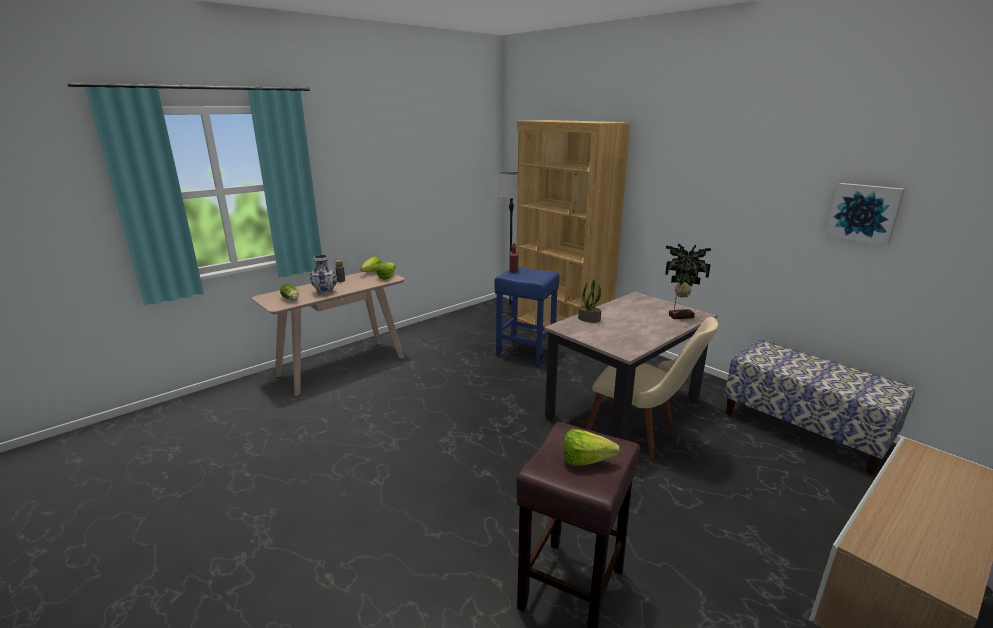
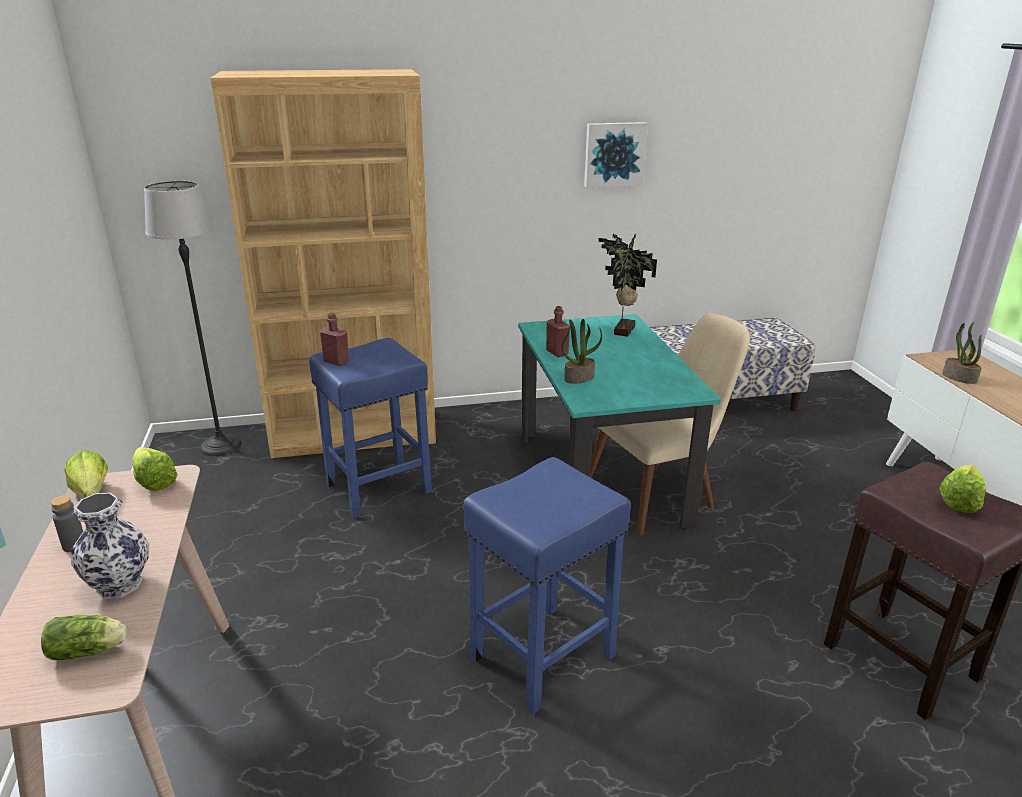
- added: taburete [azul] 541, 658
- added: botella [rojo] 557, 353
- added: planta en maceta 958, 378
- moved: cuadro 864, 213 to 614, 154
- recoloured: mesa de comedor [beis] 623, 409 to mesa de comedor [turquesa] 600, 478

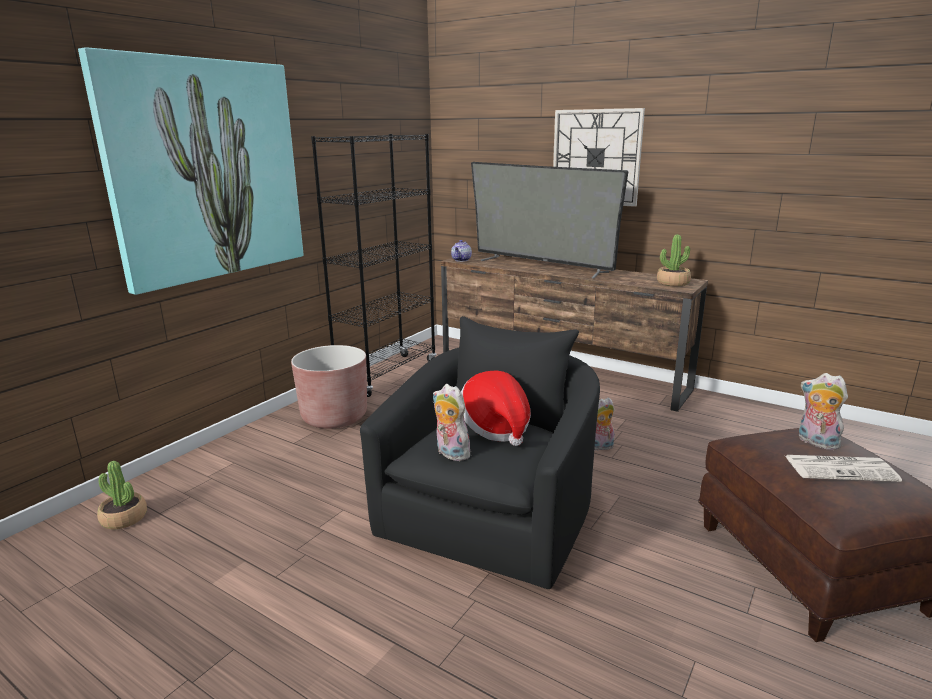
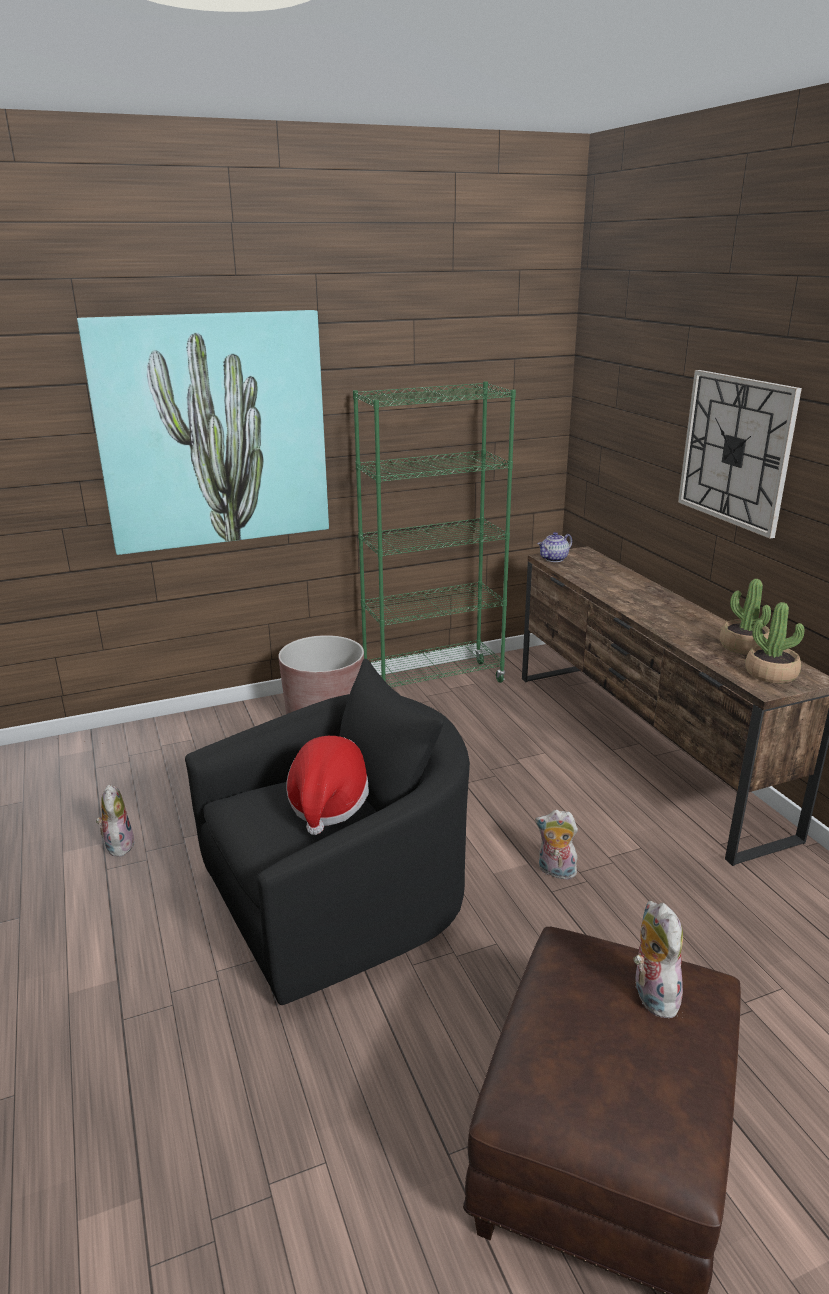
- removed: televisor 541, 266
- removed: periódico 841, 469
- moved: planta en maceta 124, 518 to 743, 646
- moved: peluche 450, 453 to 118, 845
- recoloured: estantería [negro] 387, 375 to estantería [verde] 433, 683

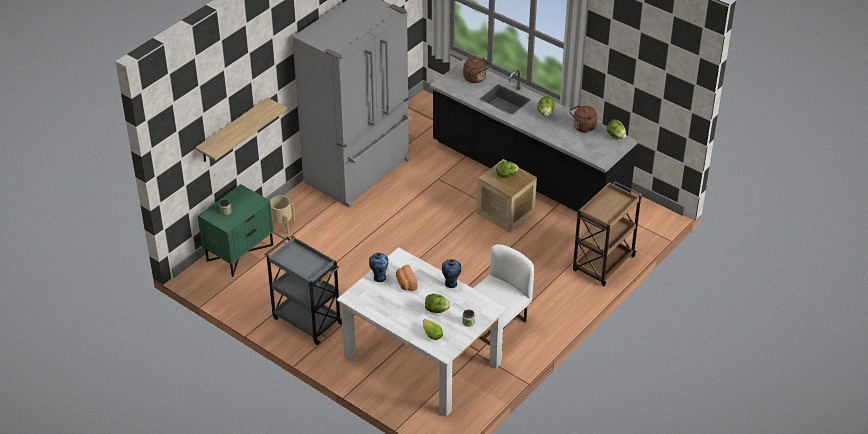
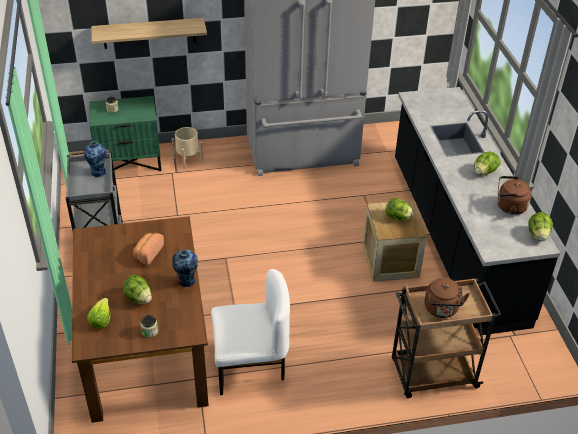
- moved: florero 379, 277 to 98, 172
- moved: hervidor [marrón] 476, 78 to 441, 310
- recoloured: mesa de comedor [blanco] 421, 358 to mesa de comedor [marrón] 144, 347

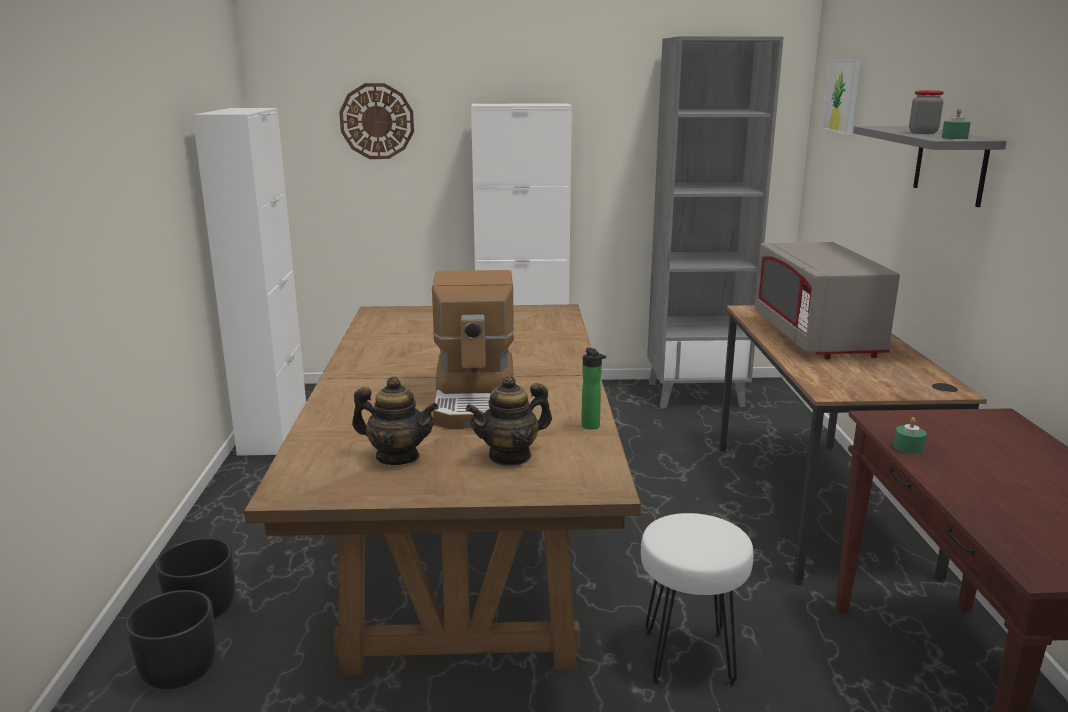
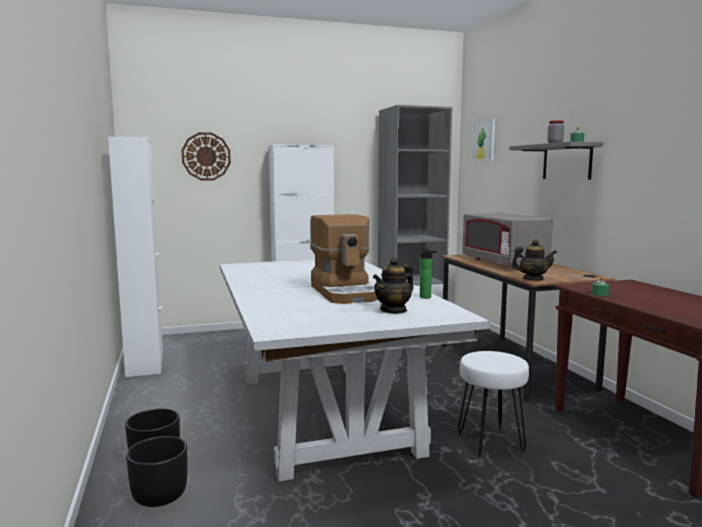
- moved: tetera 397, 457 to 532, 279
- recoloured: mesa de comedor [marrón] 466, 560 to mesa de comedor [blanco] 324, 413

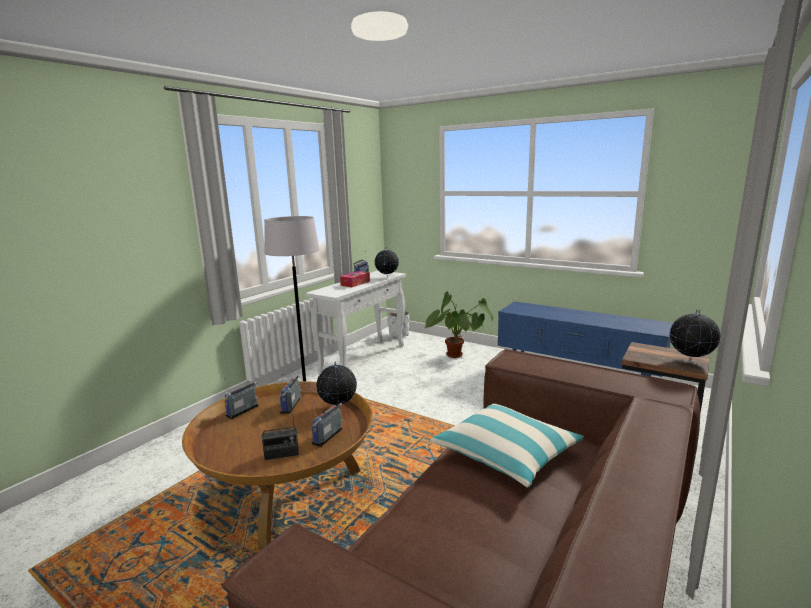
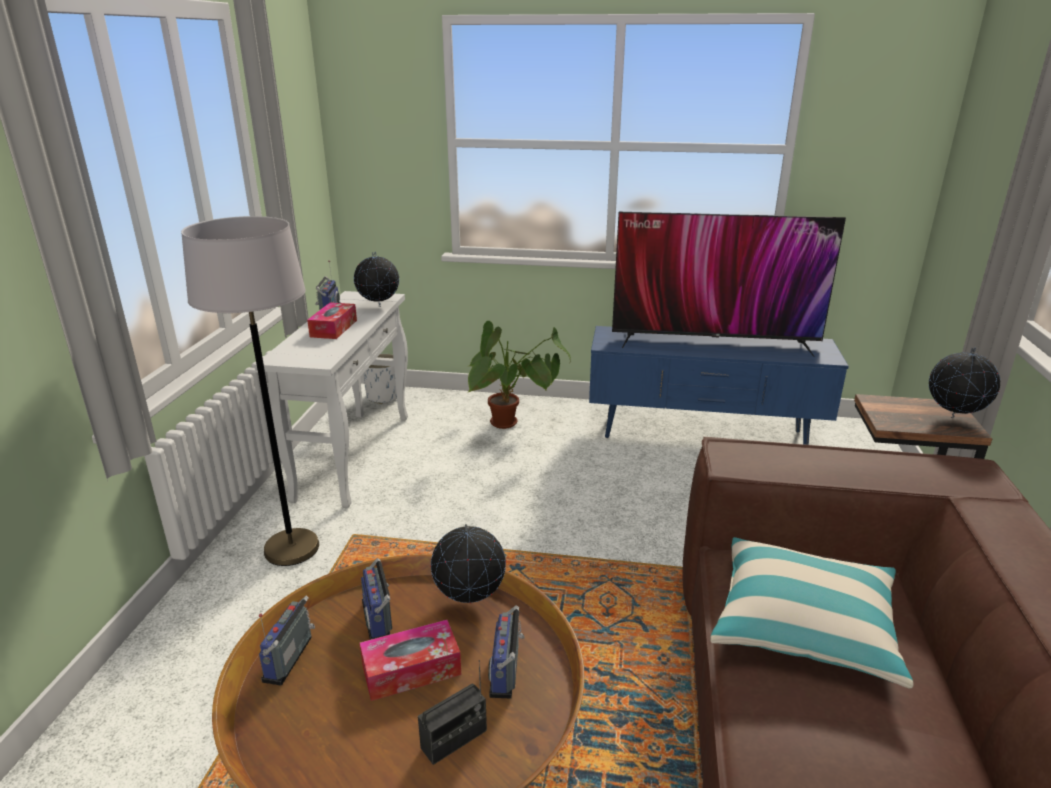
- added: caja de pañuelos 411, 670
- added: televisor 714, 342

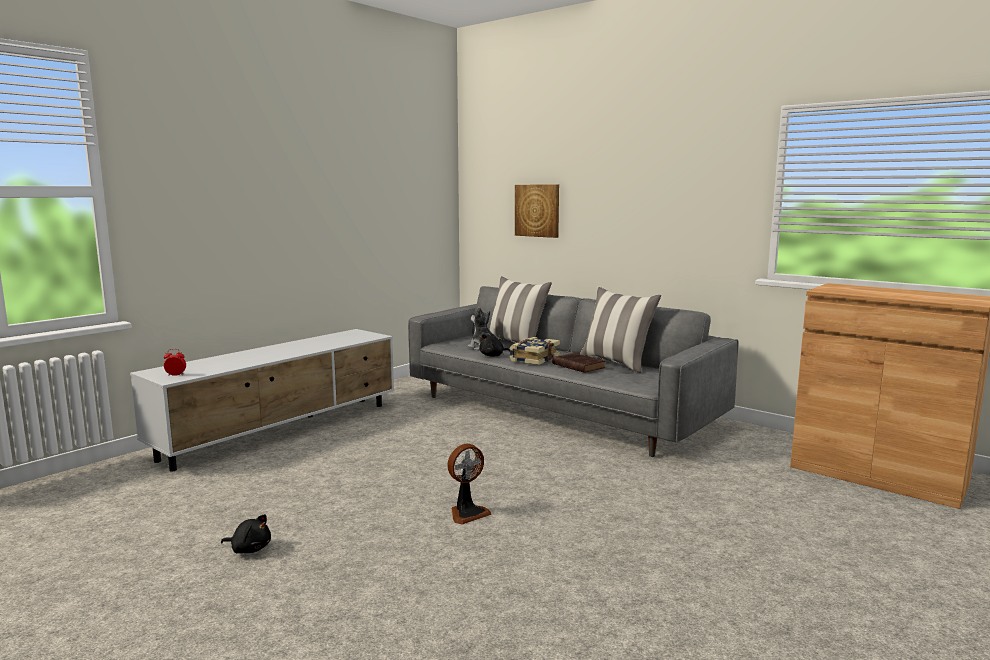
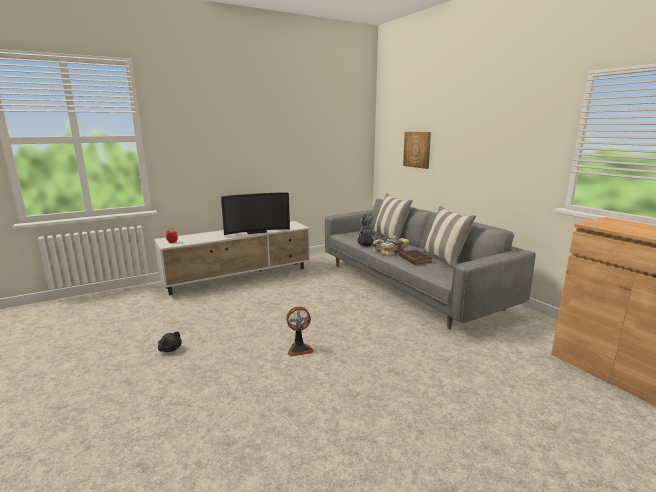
- added: televisor 256, 232

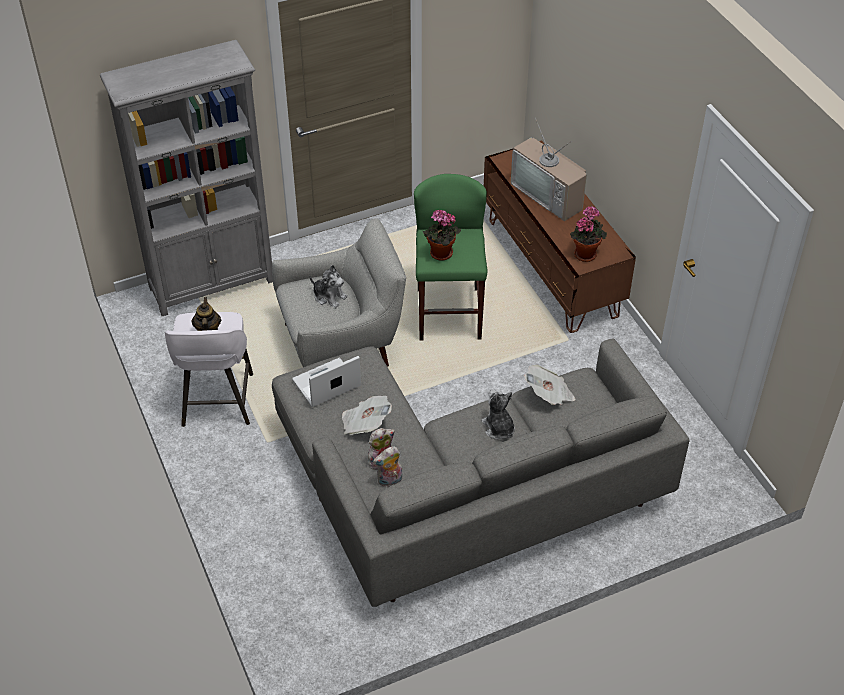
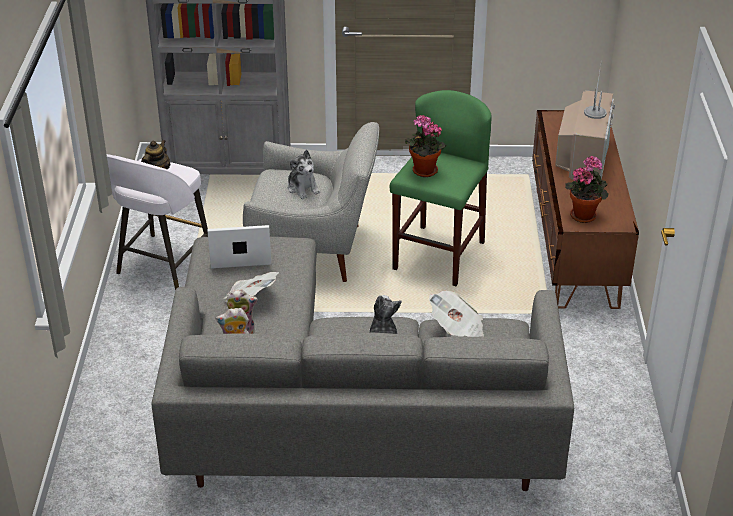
- turned: televisor 550, 194 = 583, 156 150 degrees counterclockwise

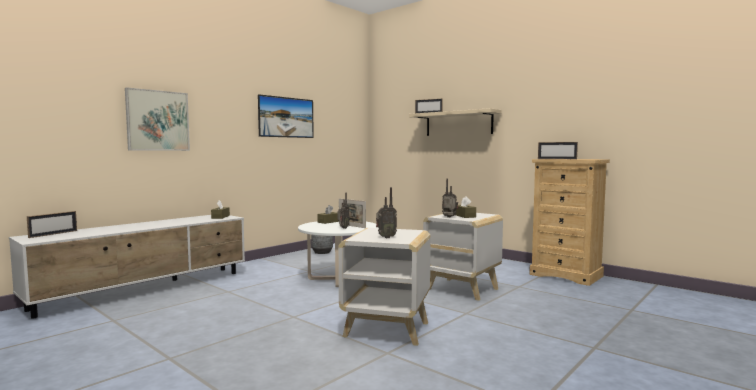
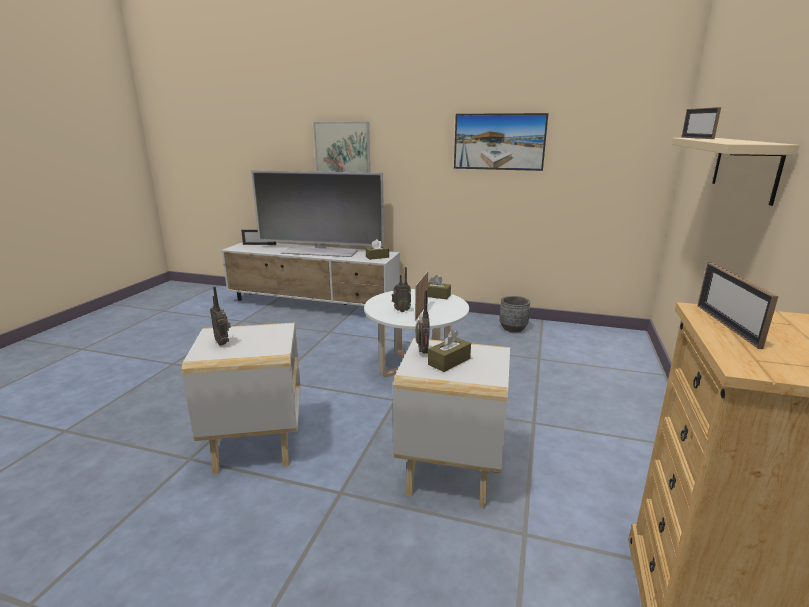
- added: televisor 319, 252

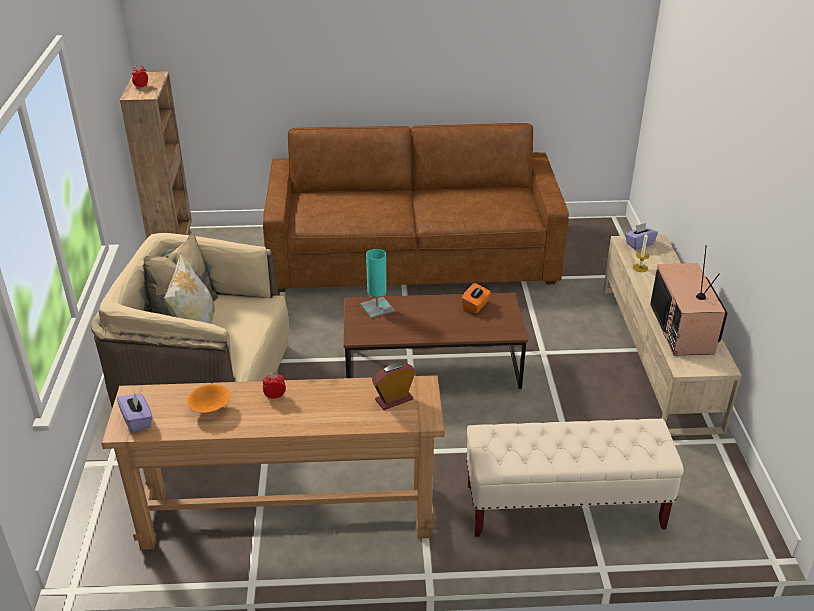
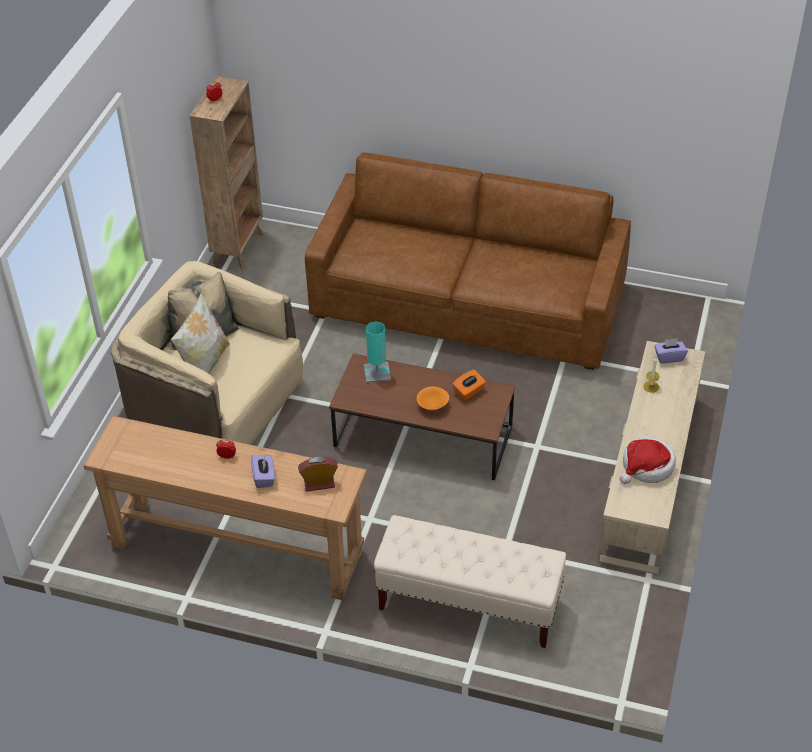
- moved: caja de pañuelos [morado] 137, 420 to 264, 477
- moved: cuenco [naranja] 211, 409 to 433, 406
- replaced: televisor 683, 329 to sombrero 646, 467

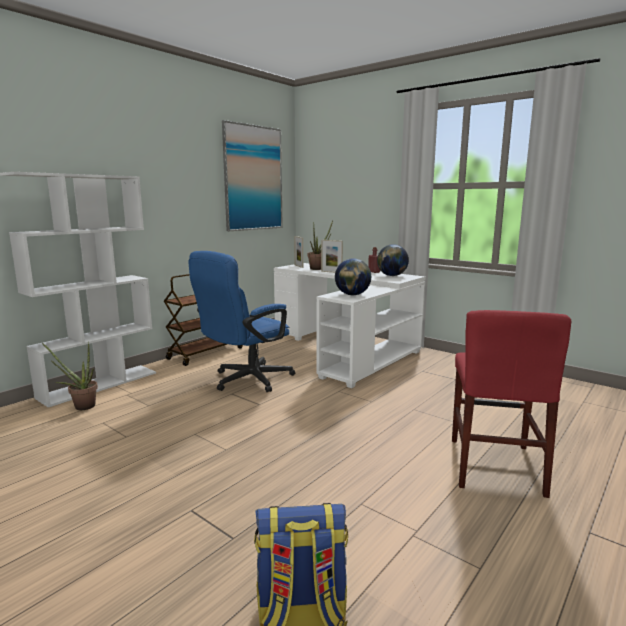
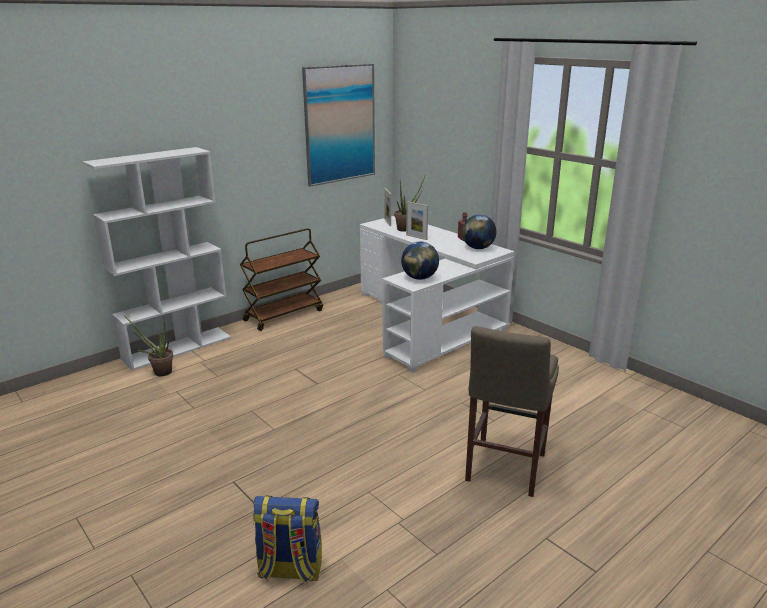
- removed: silla de oficina [azul] 246, 381
- replaced: silla [rojo] 494, 465 to taburete [beis] 504, 470

